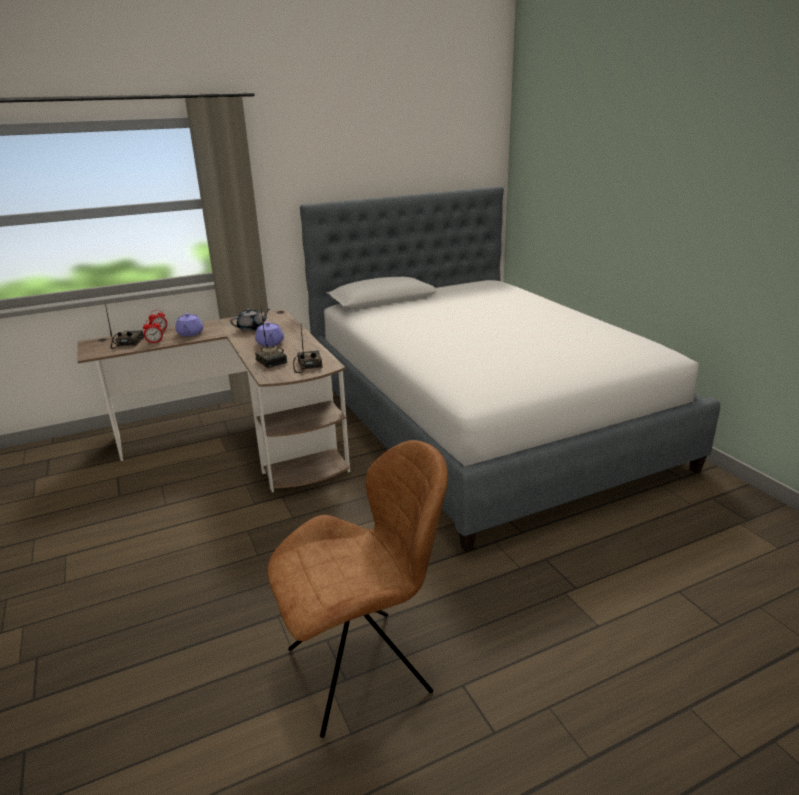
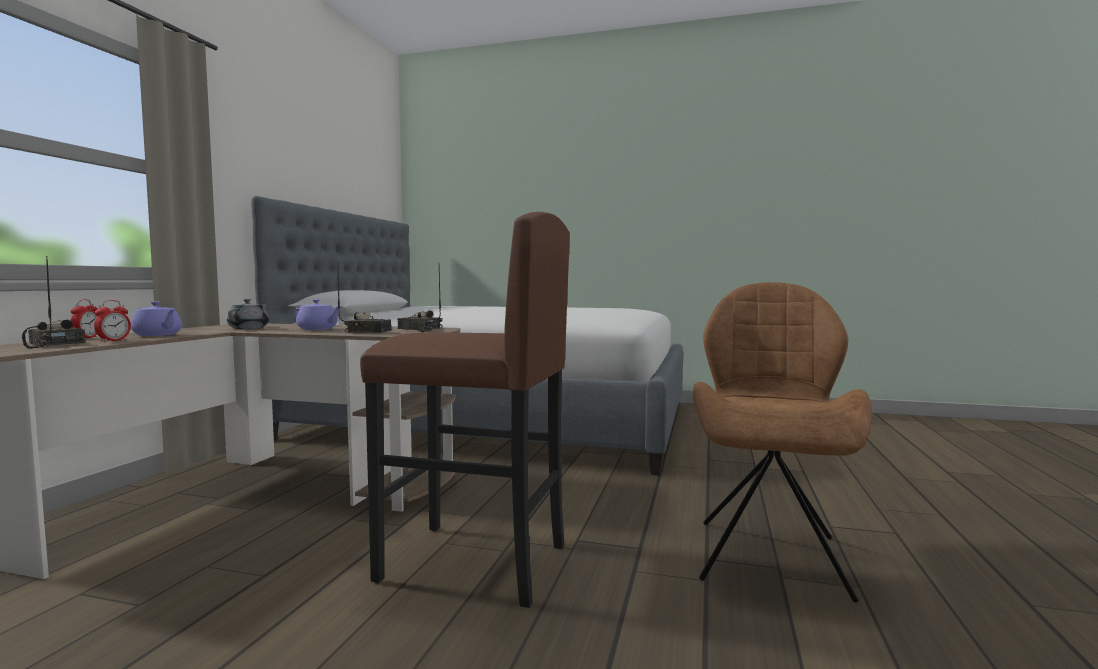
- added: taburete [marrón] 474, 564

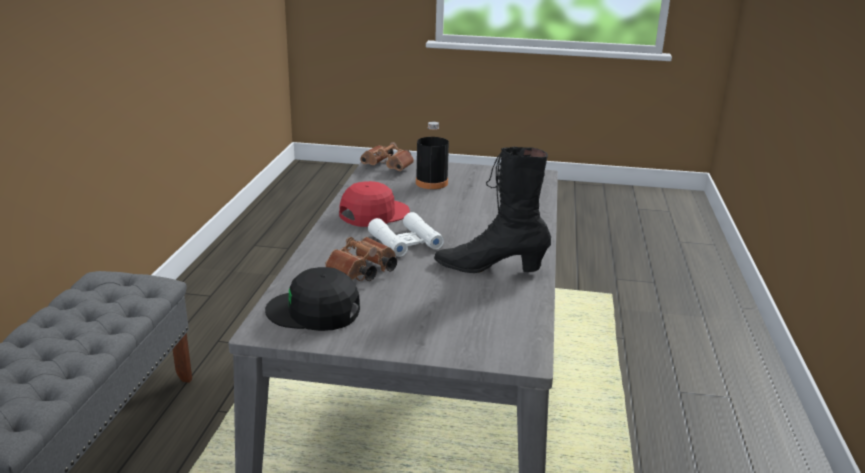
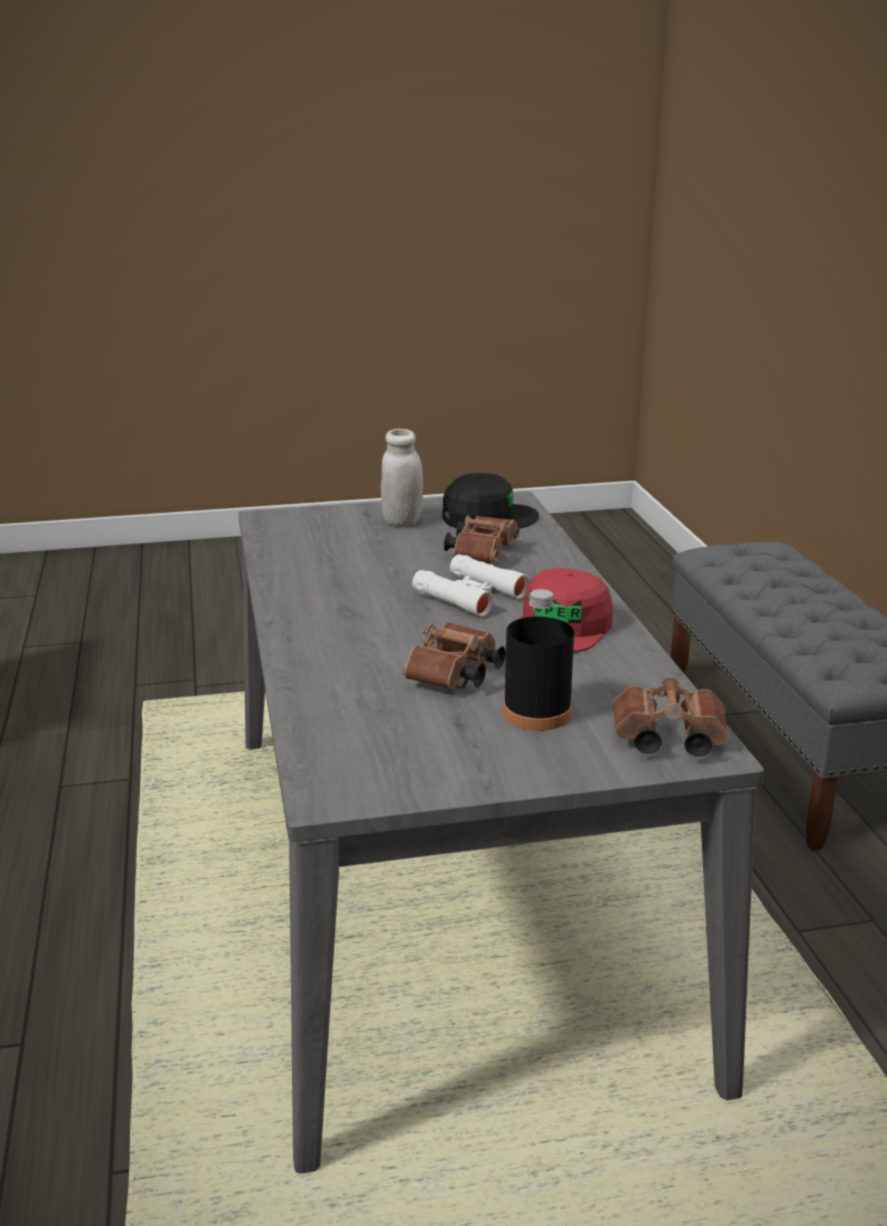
- removed: bota [negro] 490, 268
- added: tarro [blanco] 402, 522
- added: prismáticos [marrón] 454, 676

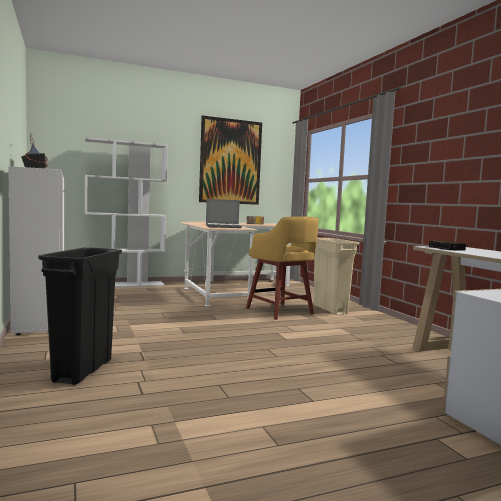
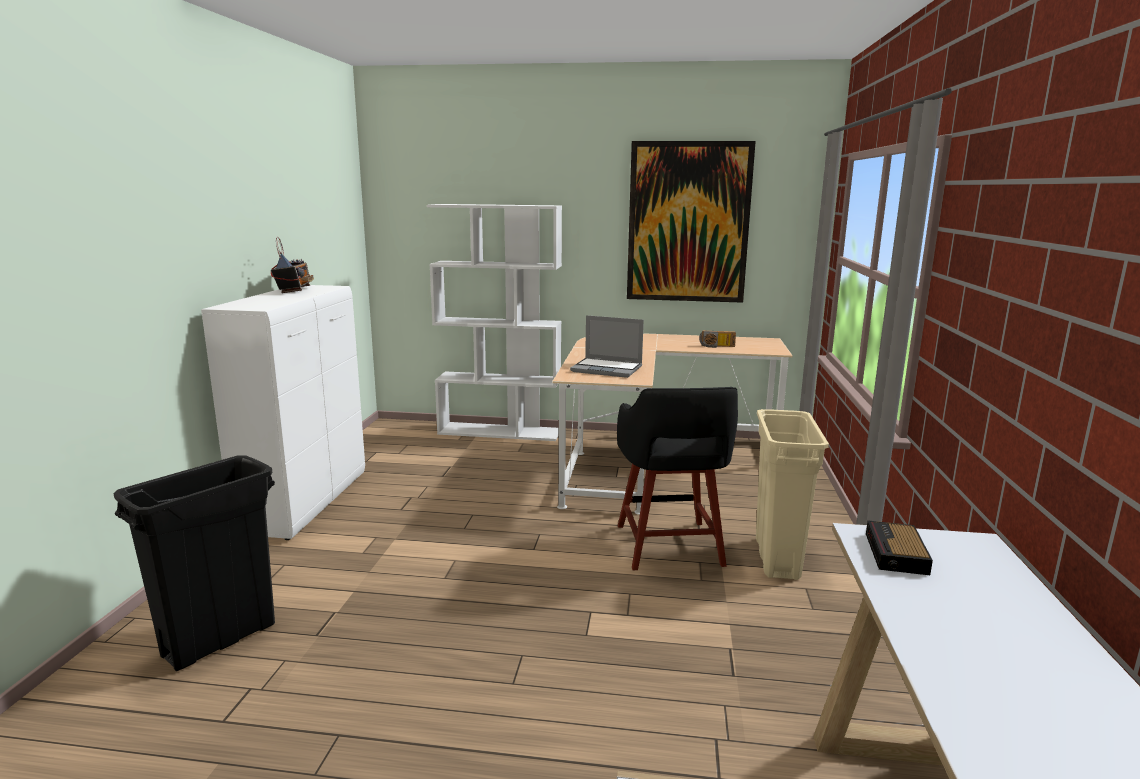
- recoloured: taburete [amarillo] 280, 311 to taburete [negro] 669, 547

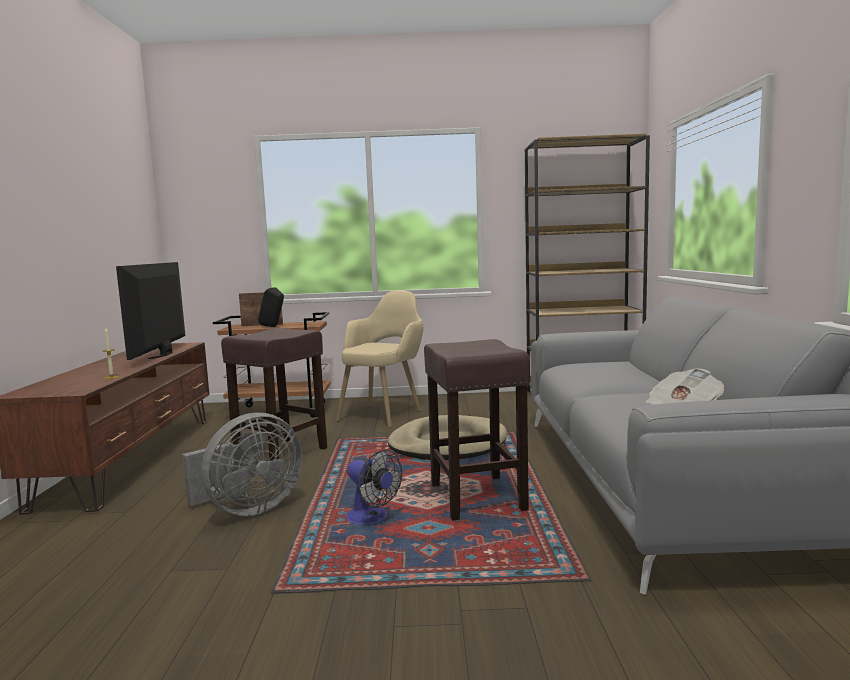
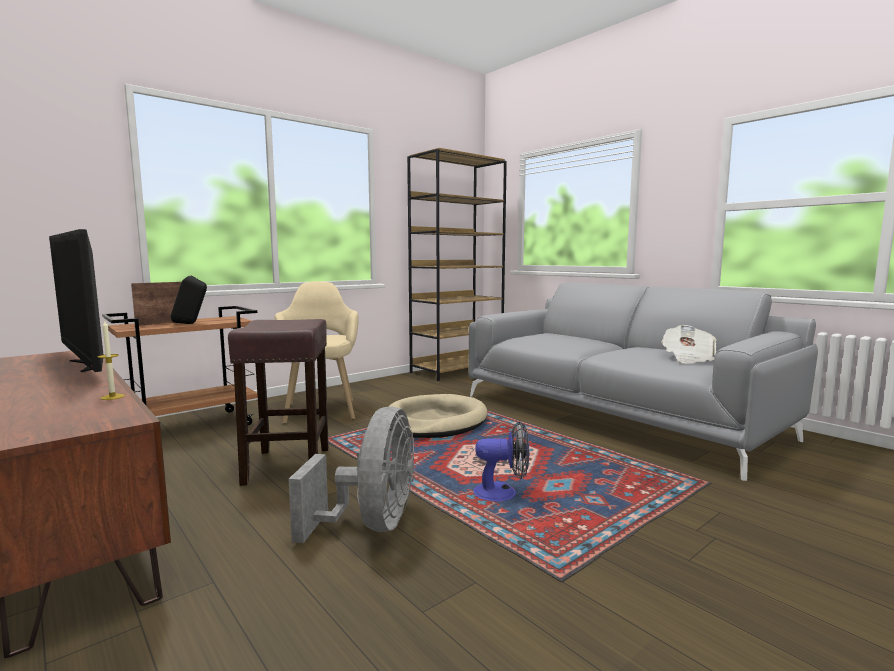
- removed: taburete [marrón] 476, 496

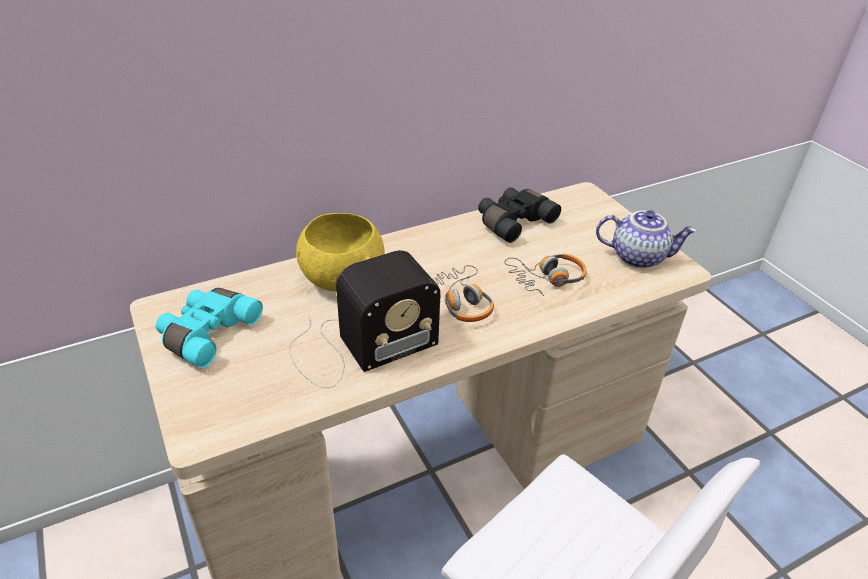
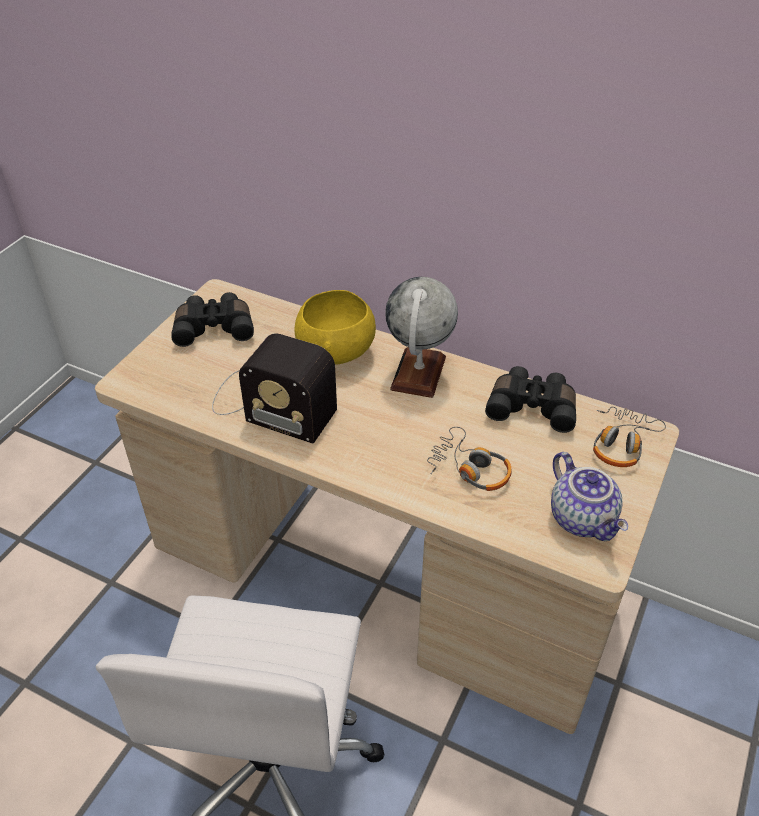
- added: globo terráqueo 418, 373
- moved: auriculares 461, 301 to 621, 443
- recoloured: prismáticos [turquesa] 207, 333 to prismáticos [negro] 214, 327

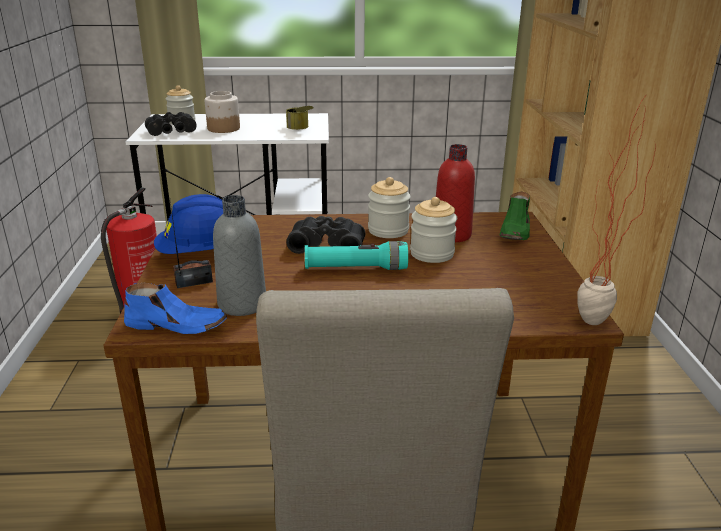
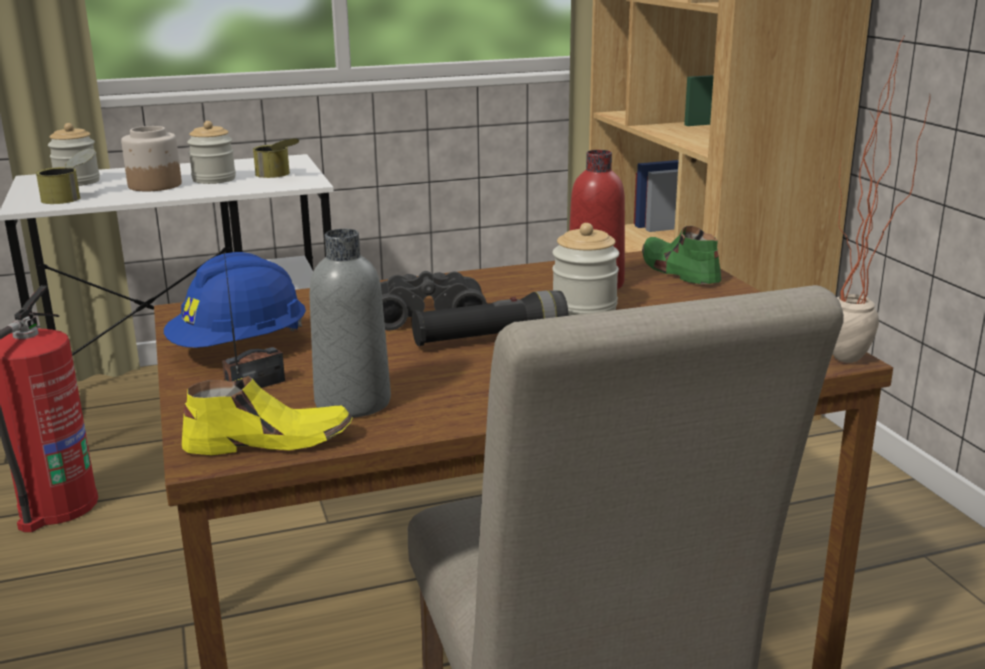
- moved: tarro 388, 230 to 214, 179
- replaced: prismáticos [negro] 172, 132 to lata 71, 197
- recoloured: zapato [azul] 177, 325 to zapato [amarillo] 269, 441
- recoloured: linterna [turquesa] 356, 269 to linterna [negro] 490, 338
- turned: zapato [verde] 515, 231 = 677, 271 150 degrees clockwise

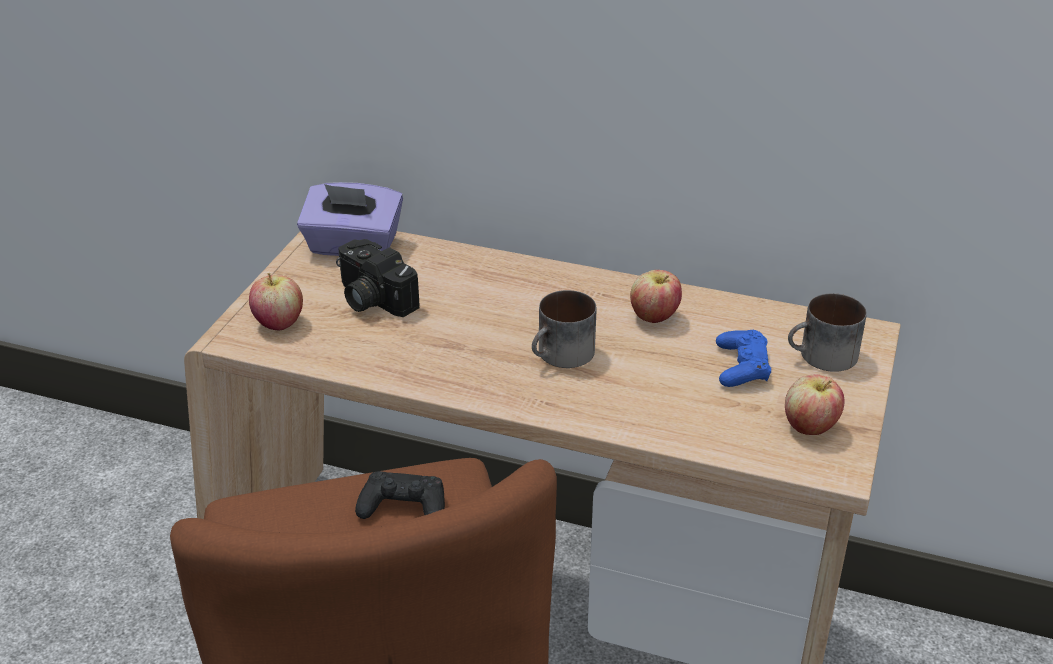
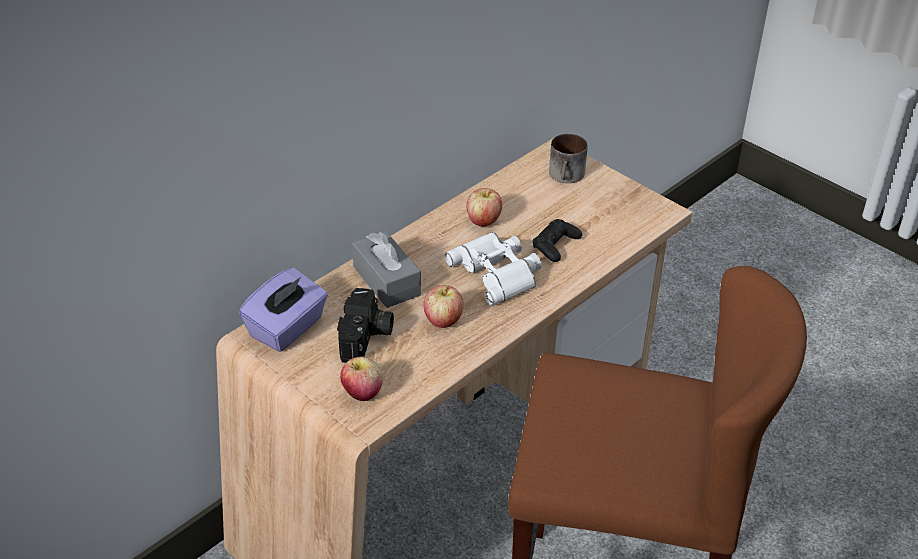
- removed: mando de consola [azul] 742, 366
- added: caja de pañuelos [gris] 386, 281
- moved: mando de consola [negro] 403, 506 to 555, 245
- moved: manzana 810, 427 to 443, 321
- replaced: taza grande 562, 356 to prismáticos [blanco] 498, 272
- turned: cámara 371, 299 = 367, 338 60 degrees counterclockwise

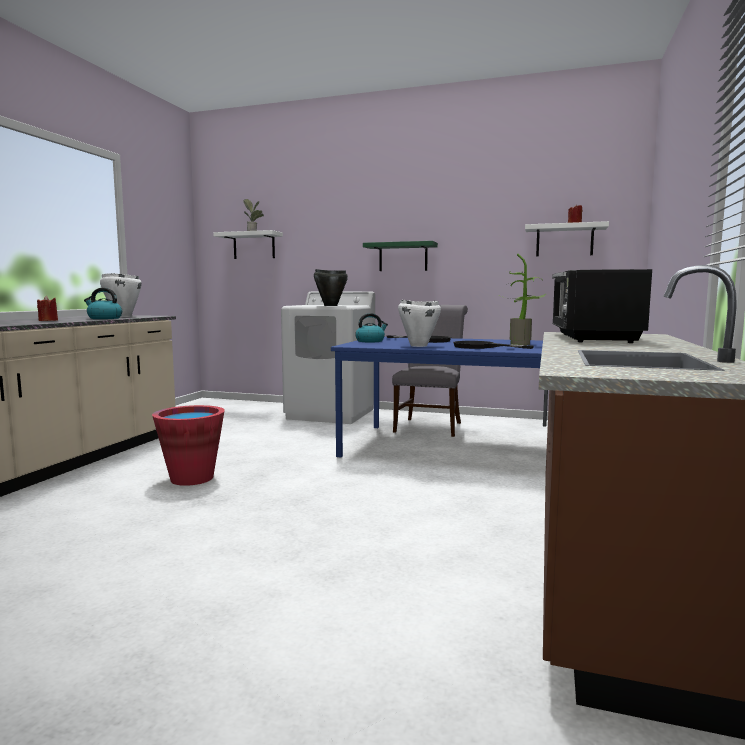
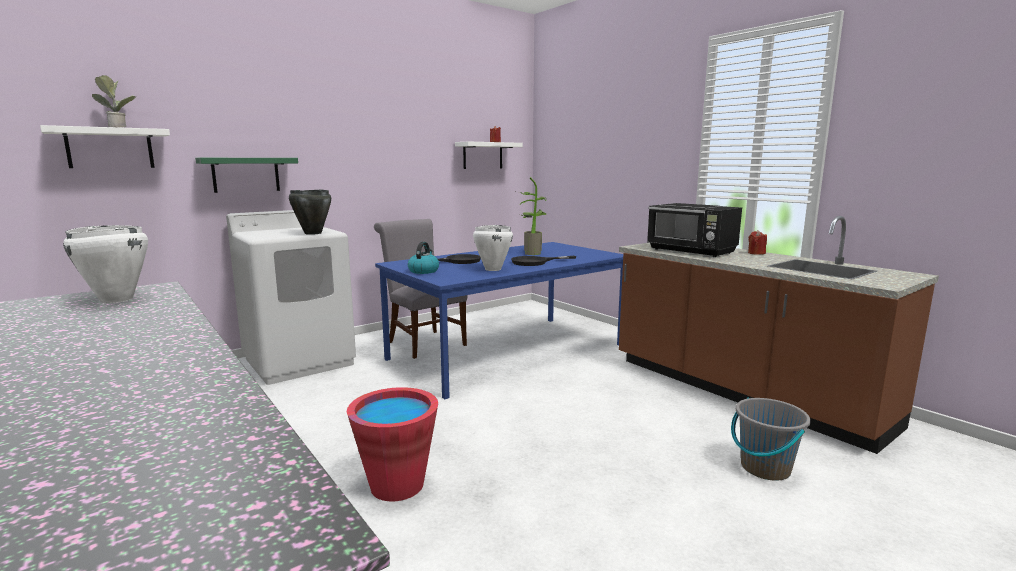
- removed: hervidor 104, 318
- added: cubo [gris] 765, 468
- moved: vela [rojo] 48, 321 to 756, 253
- moved: estante [verde] 403, 257 to 246, 174

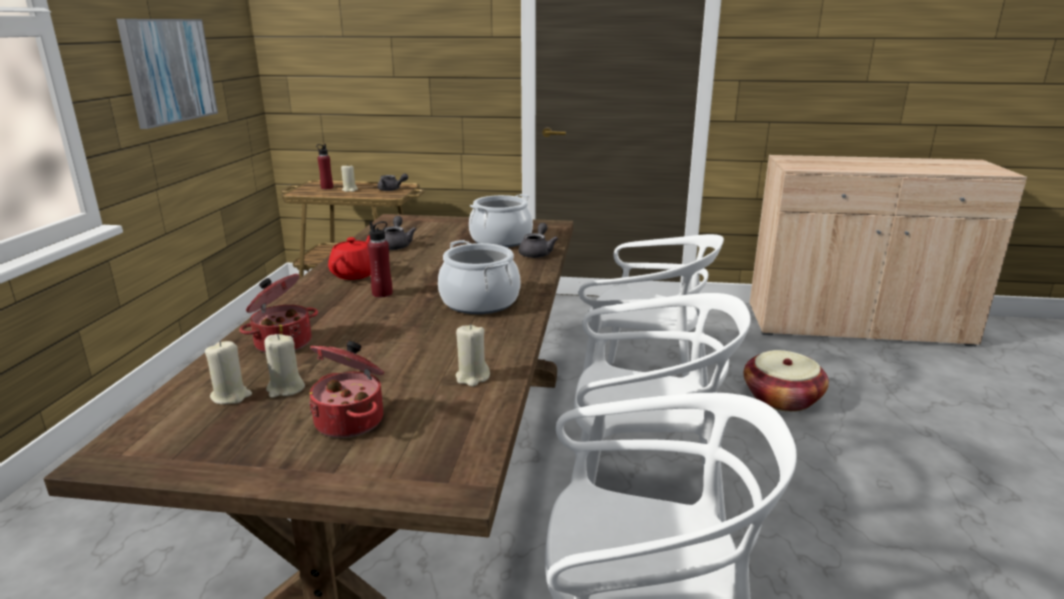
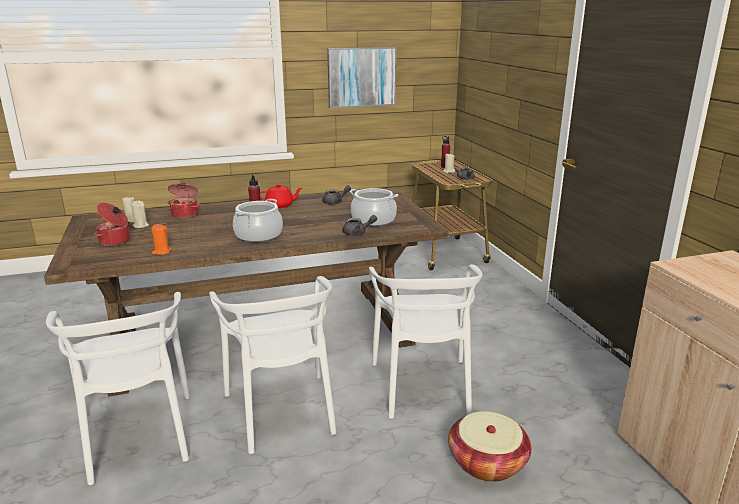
- recoloured: vela [beis] 472, 377 to vela [naranja] 162, 252

